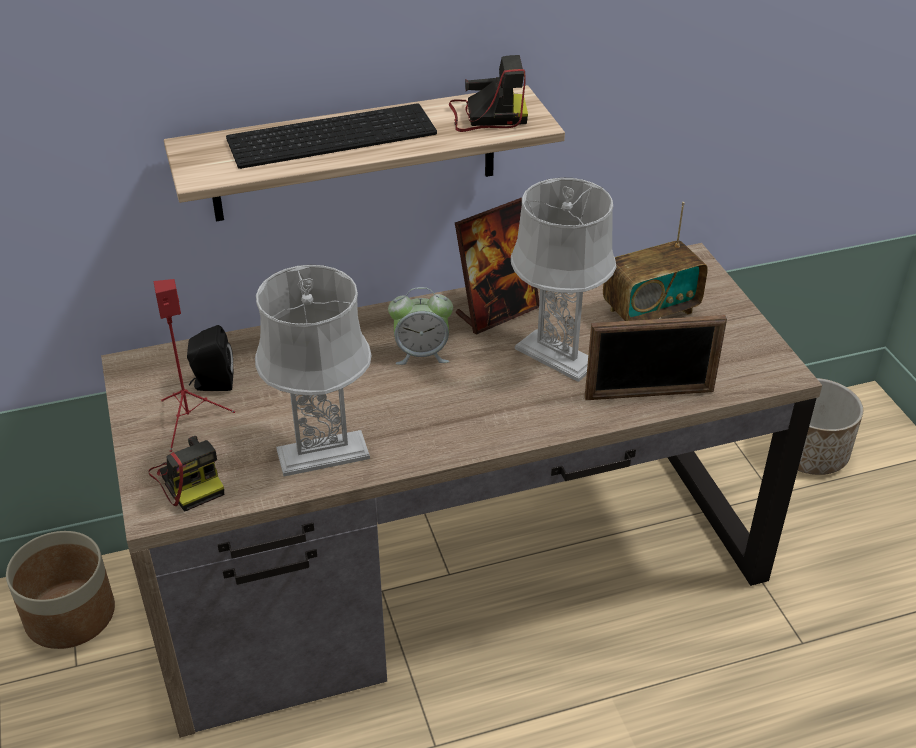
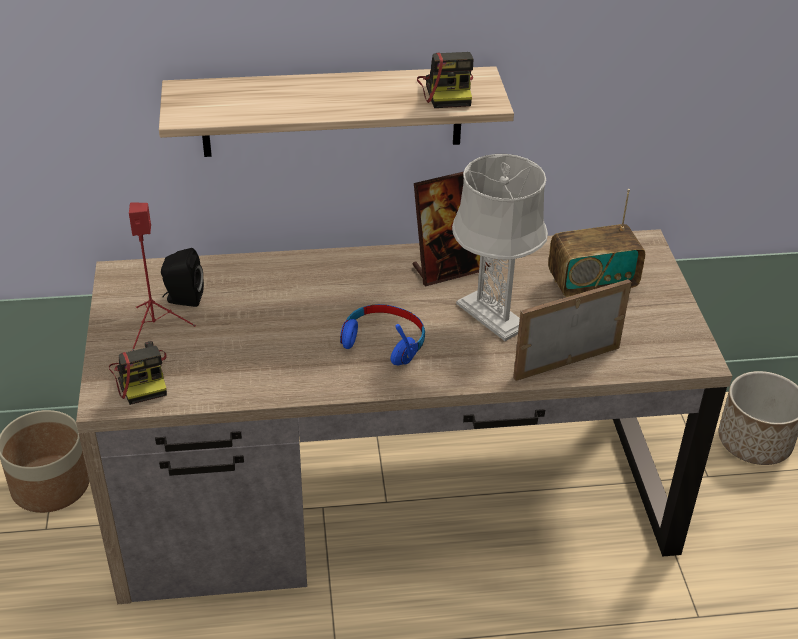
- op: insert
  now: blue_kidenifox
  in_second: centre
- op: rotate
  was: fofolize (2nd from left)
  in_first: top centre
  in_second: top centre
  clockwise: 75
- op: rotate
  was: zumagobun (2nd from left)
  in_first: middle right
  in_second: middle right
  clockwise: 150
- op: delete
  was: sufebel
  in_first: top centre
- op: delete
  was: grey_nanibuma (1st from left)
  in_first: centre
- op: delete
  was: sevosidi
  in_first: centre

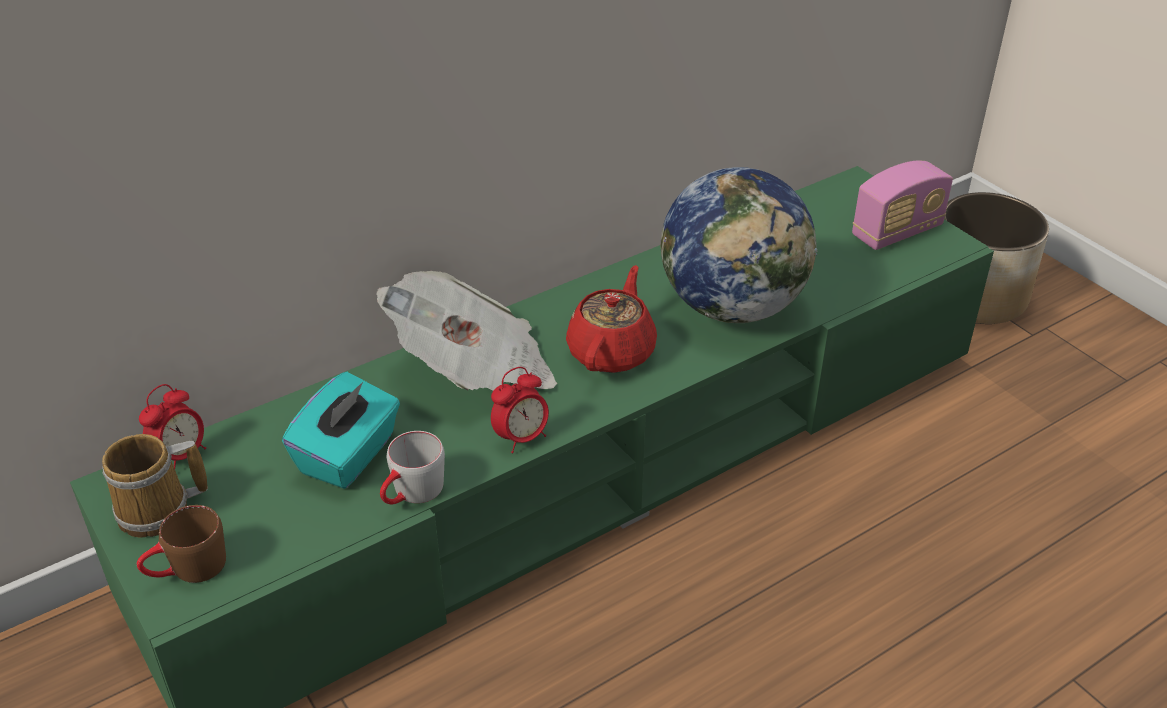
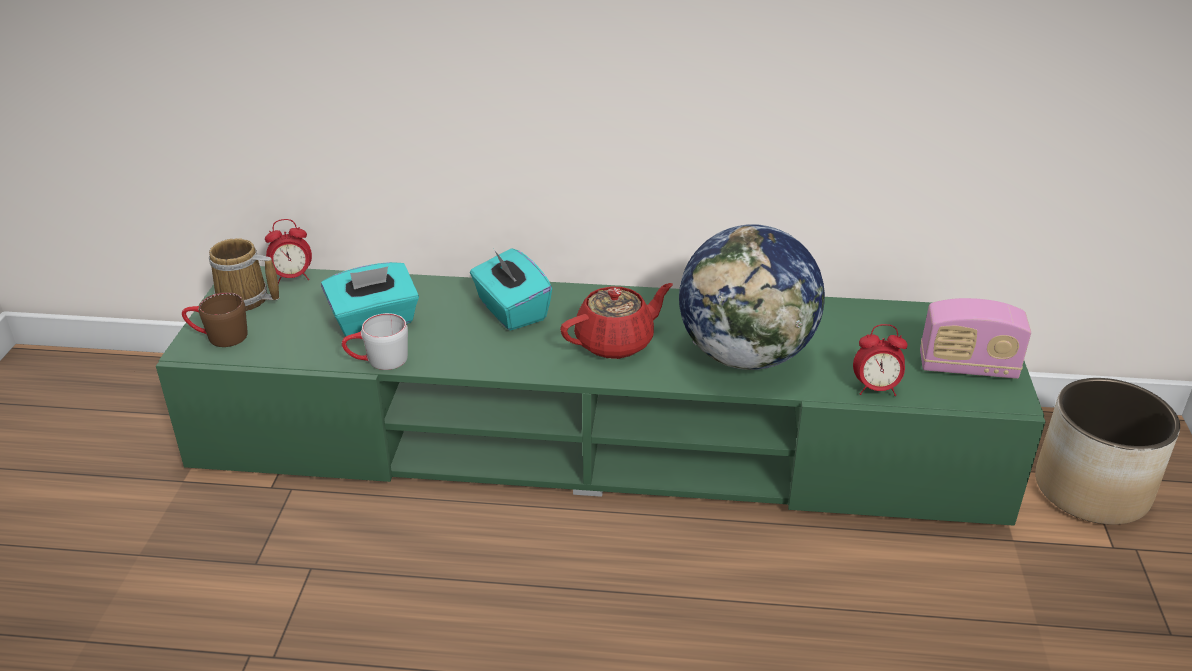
- op: replace
  was: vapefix
  now: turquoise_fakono (2nd from left)
  in_first: centre
  in_second: centre
- op: move
  was: sevosidi (2nd from left)
  in_first: centre
  in_second: middle right

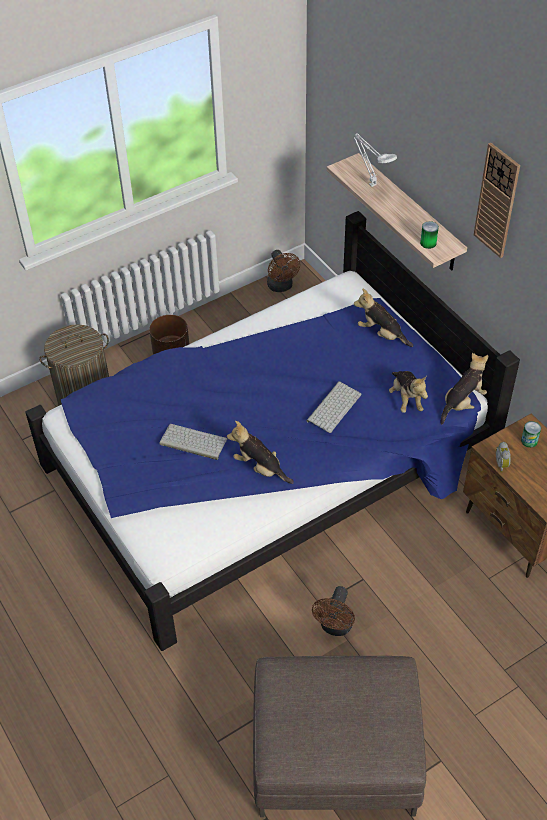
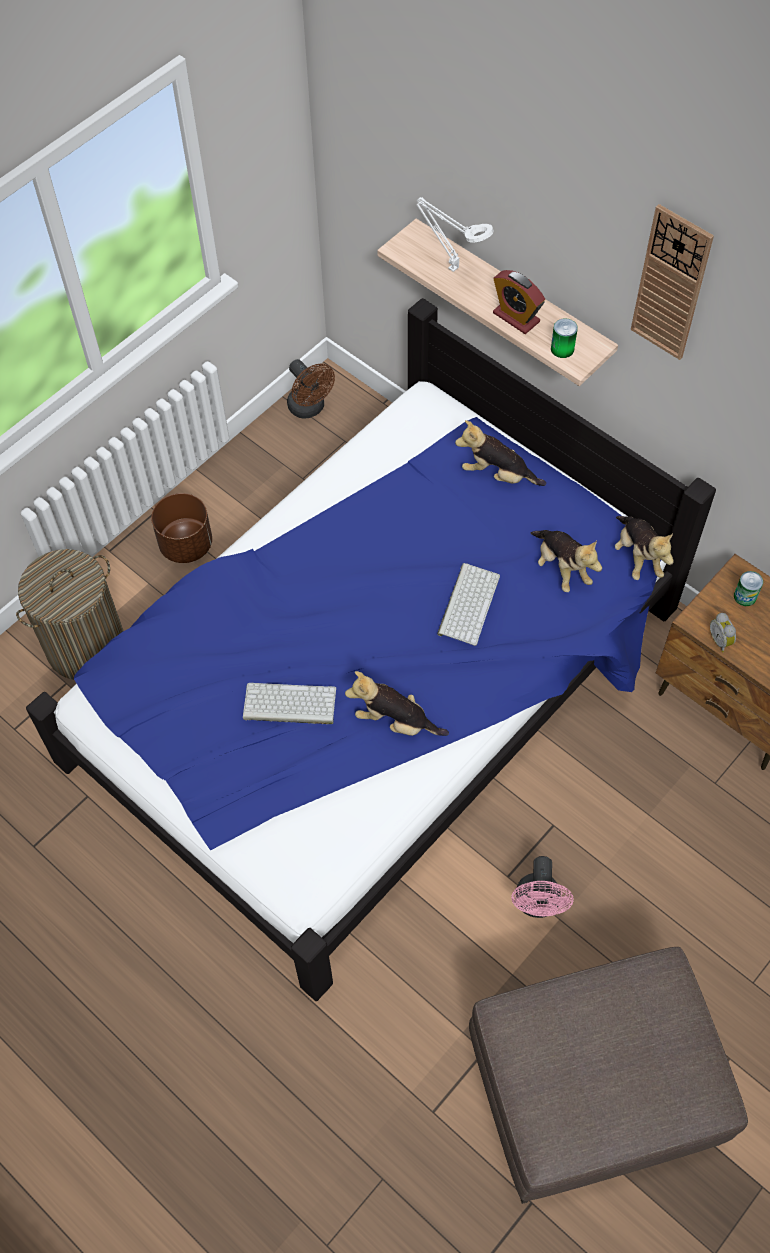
- op: insert
  now: sevosidi (1st from left)
  in_second: top right
- op: recolor
  was: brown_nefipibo (2nd from left)
  now: pink_nefipibo
  in_first: bottom centre
  in_second: bottom right
- op: rotate
  was: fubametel (4th from left)
  in_first: middle right
  in_second: middle right
  clockwise: 135

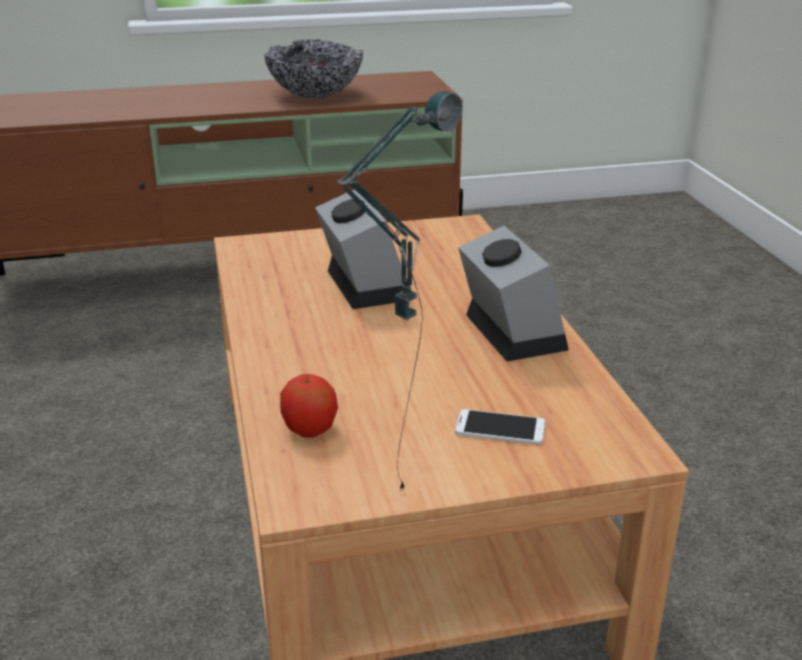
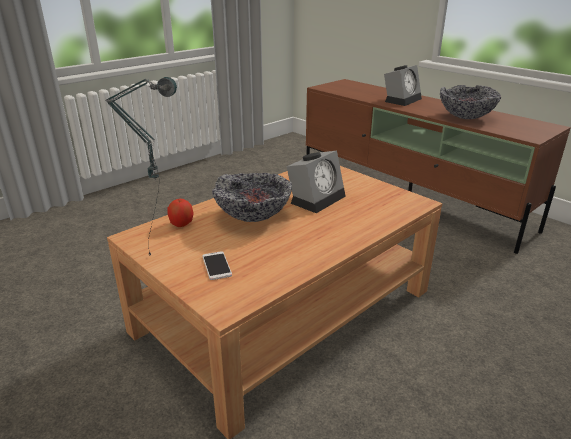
- op: insert
  now: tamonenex (1st from left)
  in_second: centre
- op: move
  was: sevosidi (2nd from left)
  in_first: centre
  in_second: top right

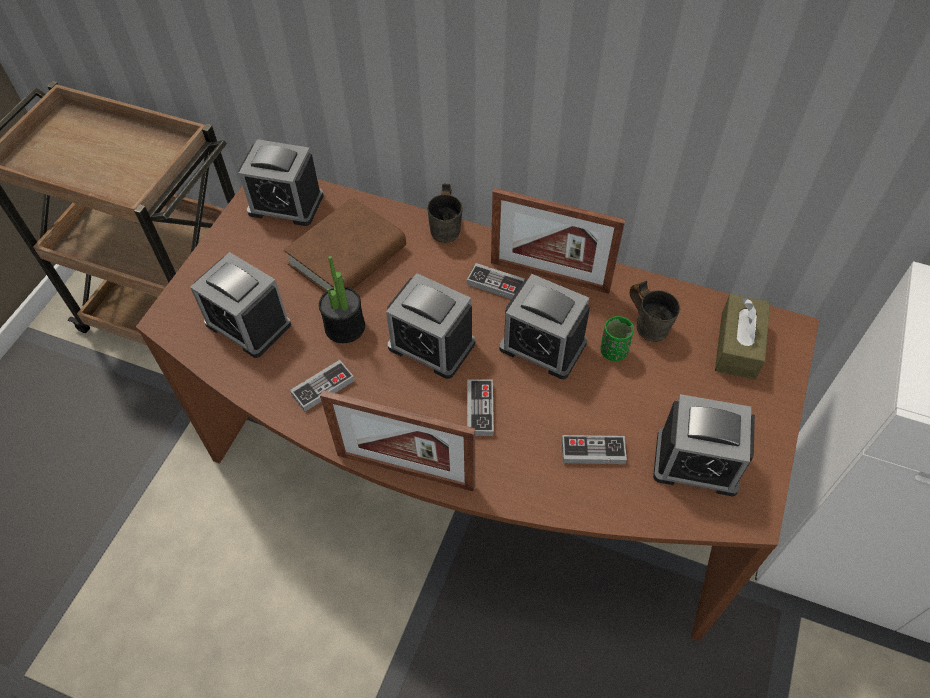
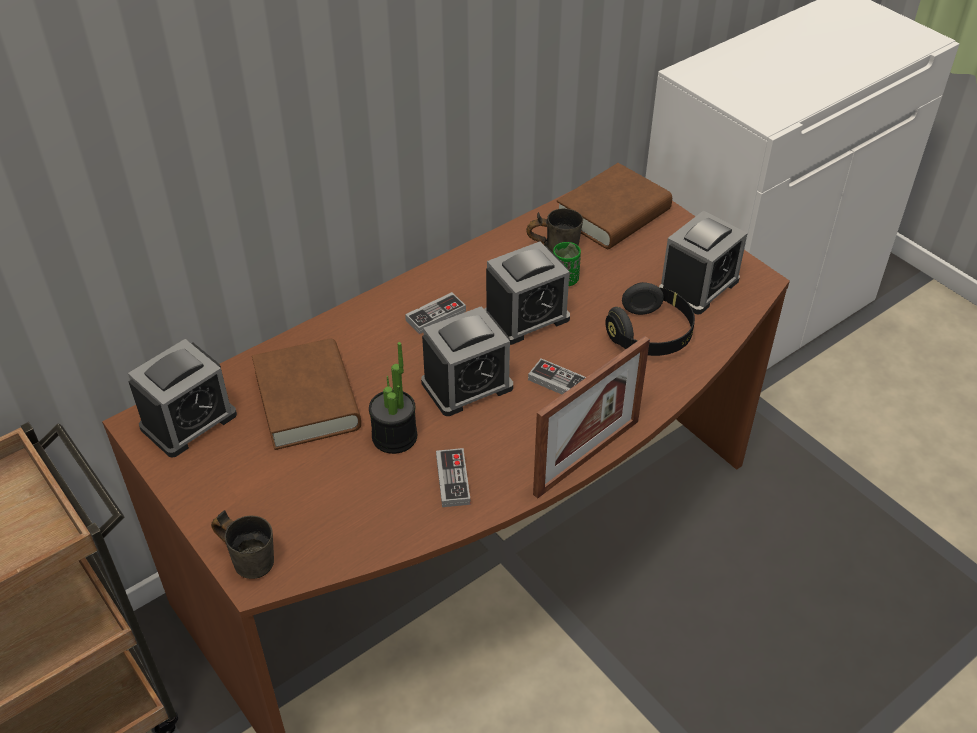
- op: move
  was: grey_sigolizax (1st from left)
  in_first: top centre
  in_second: bottom left
- op: replace
  was: brown_fakono
  now: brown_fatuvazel (2nd from left)
  in_first: middle right
  in_second: top centre
- op: replace
  was: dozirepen (4th from left)
  now: black_kidenifox
  in_first: centre
  in_second: centre
- op: delete
  was: sevosidi (1st from left)
  in_first: middle left
- op: delete
  was: zumagobun (2nd from left)
  in_first: centre

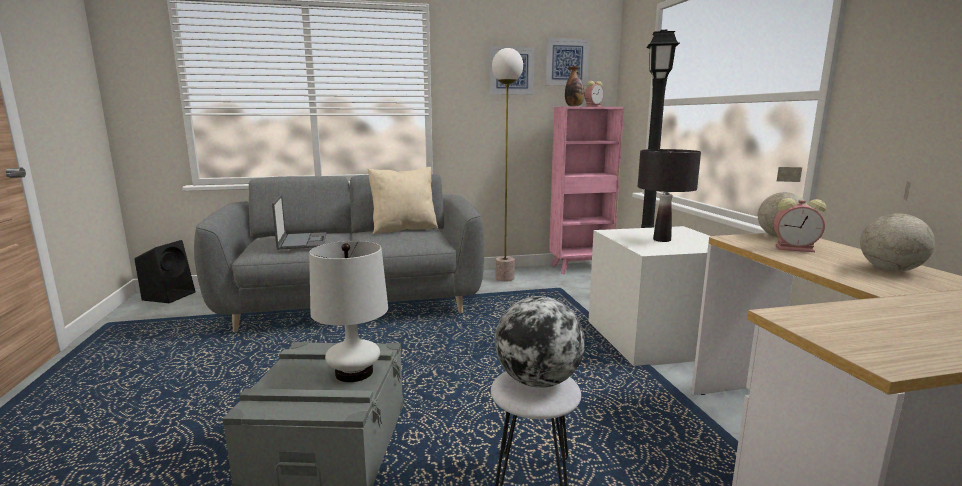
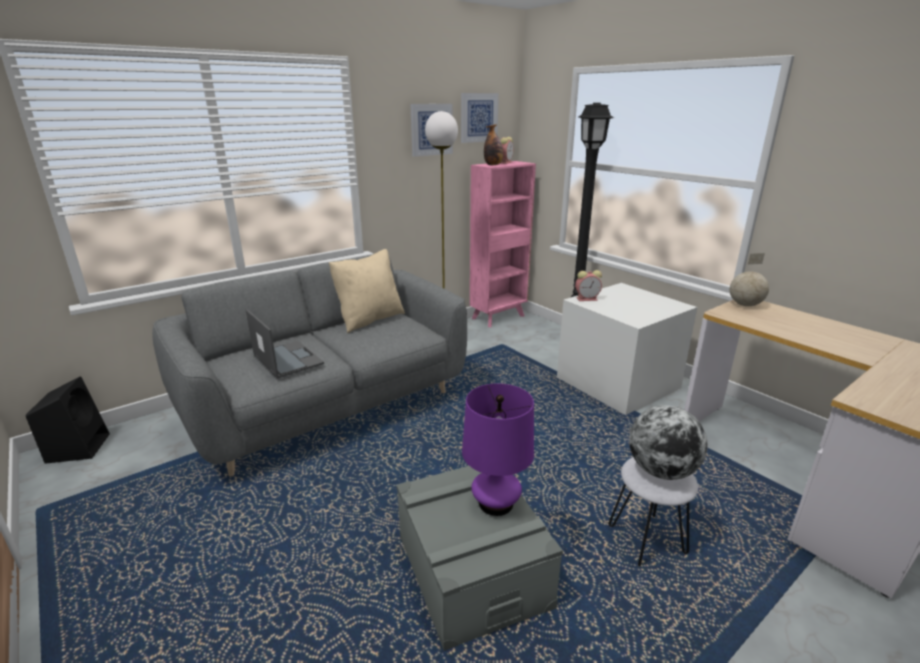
- op: recolor
  was: white_nanibuma
  now: purple_nanibuma
  in_first: centre
  in_second: bottom centre
- op: move
  was: sevosidi (2nd from left)
  in_first: middle right
  in_second: centre
- op: delete
  was: black_nanibuma
  in_first: middle right
- op: delete
  was: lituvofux (3rd from left)
  in_first: middle right

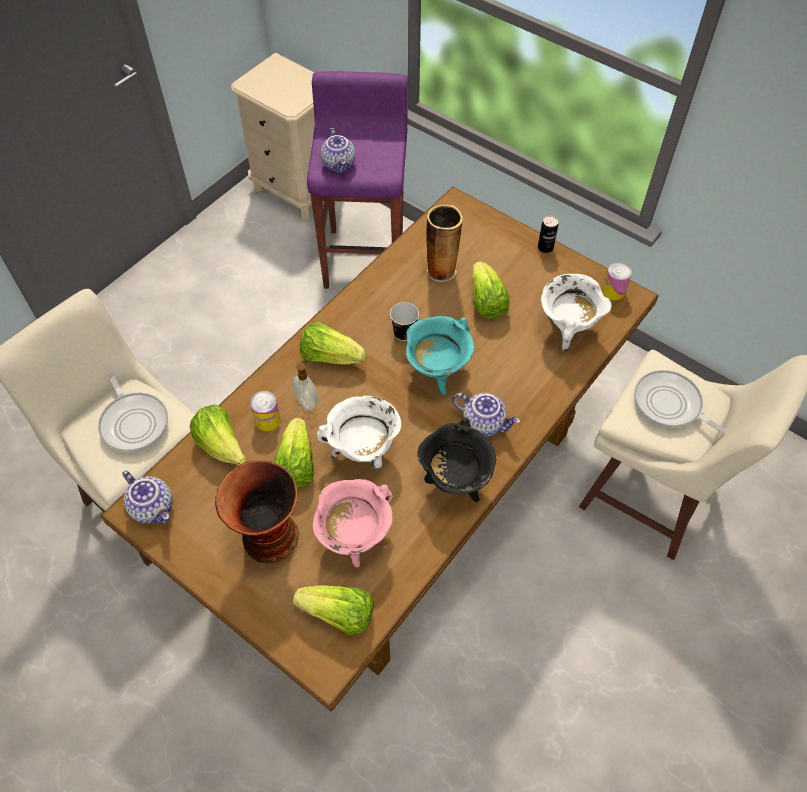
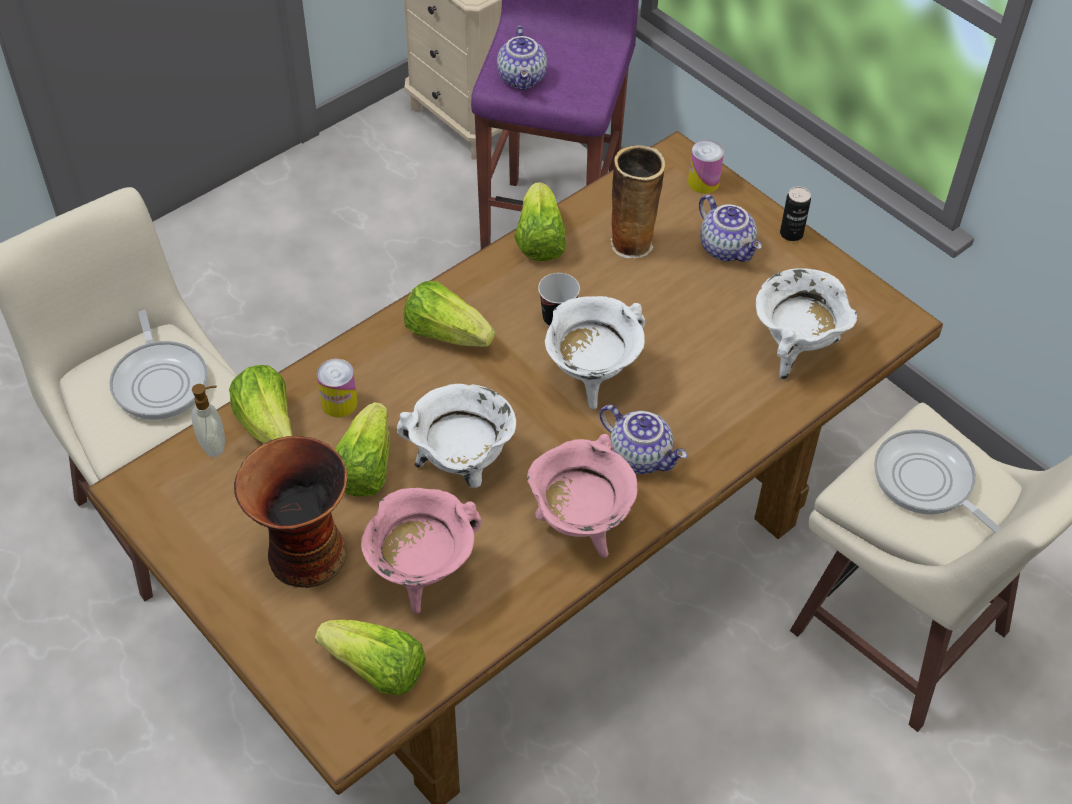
- op: move
  was: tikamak
  in_first: centre
  in_second: middle left
- op: move
  was: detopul (5th from left)
  in_first: centre
  in_second: top centre
- op: recolor
  was: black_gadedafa
  now: pink_gadedafa (2nd from left)
  in_first: centre
  in_second: centre
- op: recolor
  was: turquoise_gadedafa
  now: white_gadedafa (2nd from left)
  in_first: centre
  in_second: centre
- op: move
  was: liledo (3rd from left in the first image)
  now: liledo (2nd from left)
  in_first: middle right
  in_second: top centre
- op: move
  was: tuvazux (1st from left in the first image)
  now: tuvazux (3rd from left)
  in_first: middle left
  in_second: top right

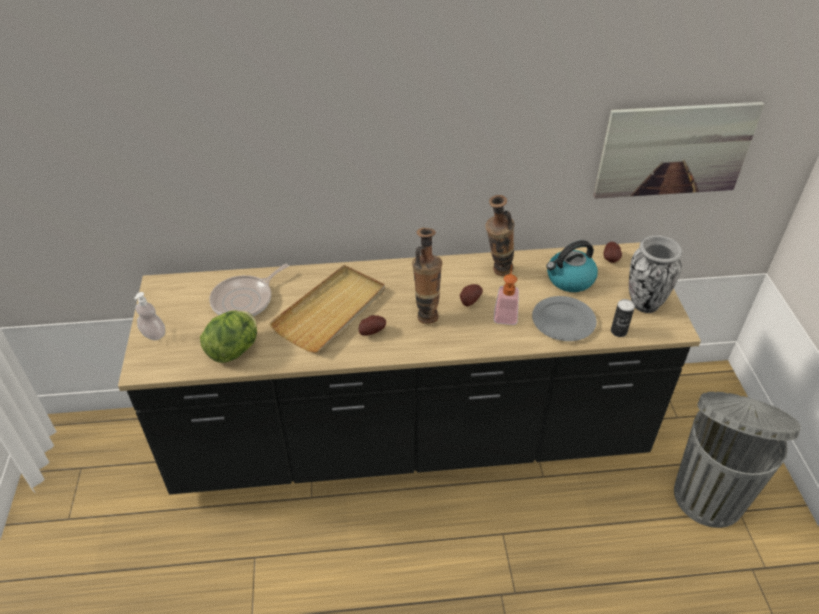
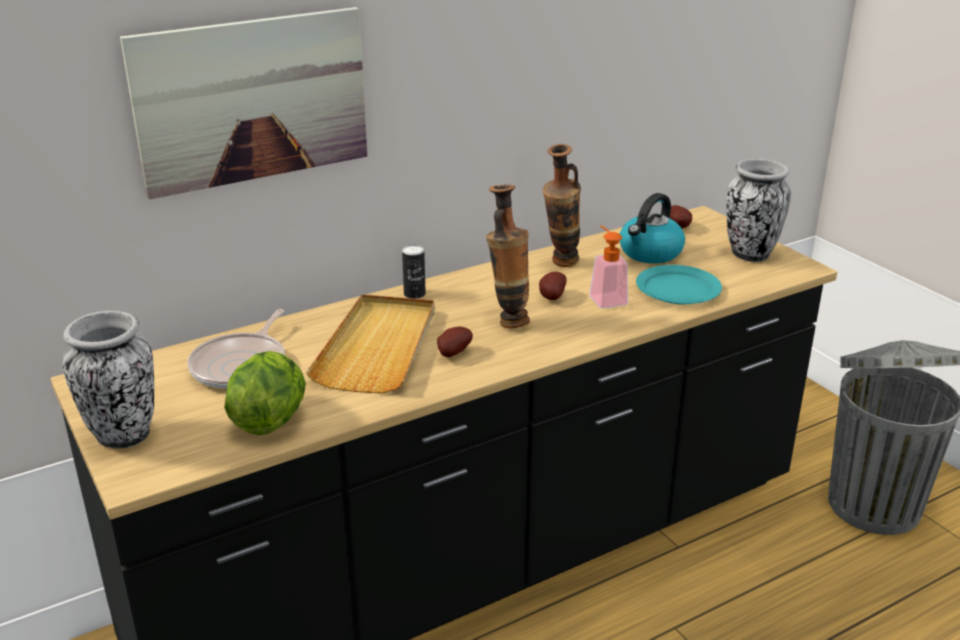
- op: replace
  was: tikamak (1st from left)
  now: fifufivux (1st from left)
  in_first: middle left
  in_second: middle left
- op: move
  was: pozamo
  in_first: top right
  in_second: top left
- op: move
  was: liledo
  in_first: middle right
  in_second: centre
- op: recolor
  was: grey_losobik
  now: turquoise_losobik
  in_first: middle right
  in_second: middle right

